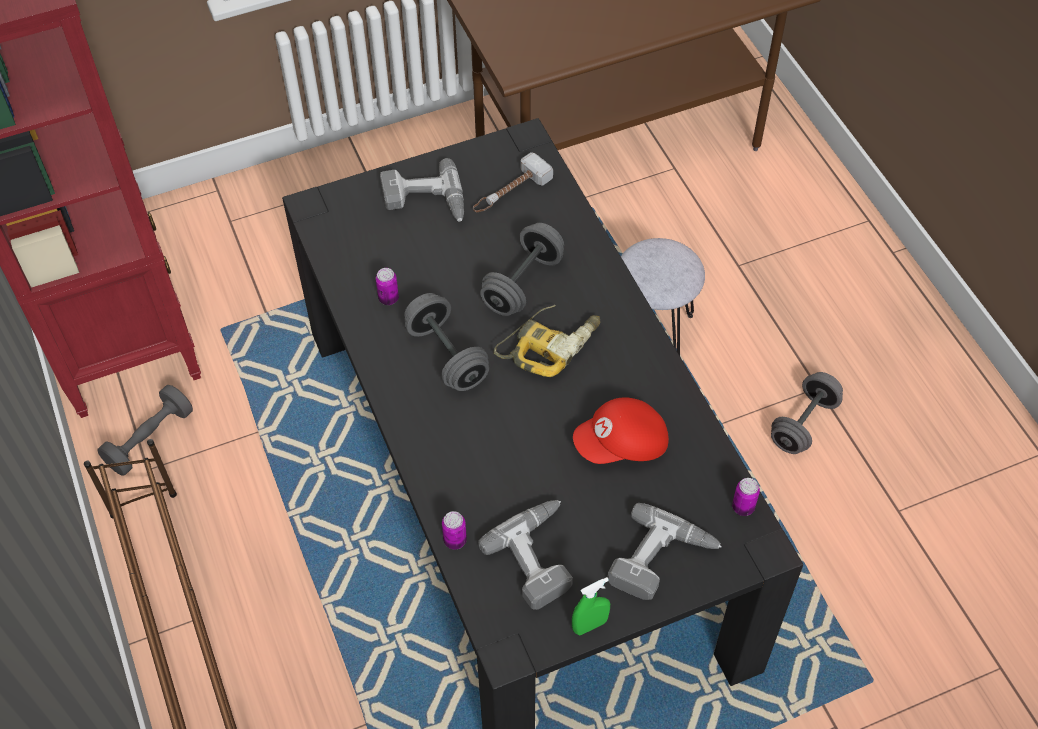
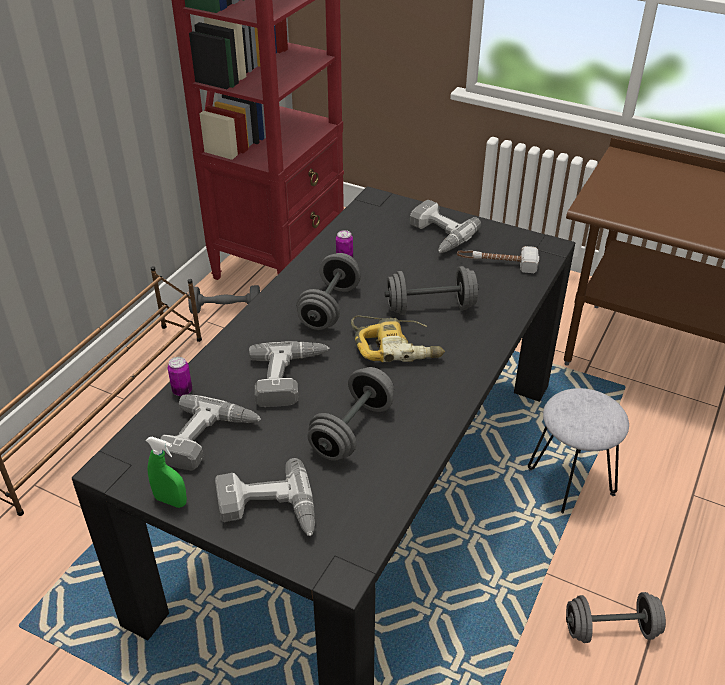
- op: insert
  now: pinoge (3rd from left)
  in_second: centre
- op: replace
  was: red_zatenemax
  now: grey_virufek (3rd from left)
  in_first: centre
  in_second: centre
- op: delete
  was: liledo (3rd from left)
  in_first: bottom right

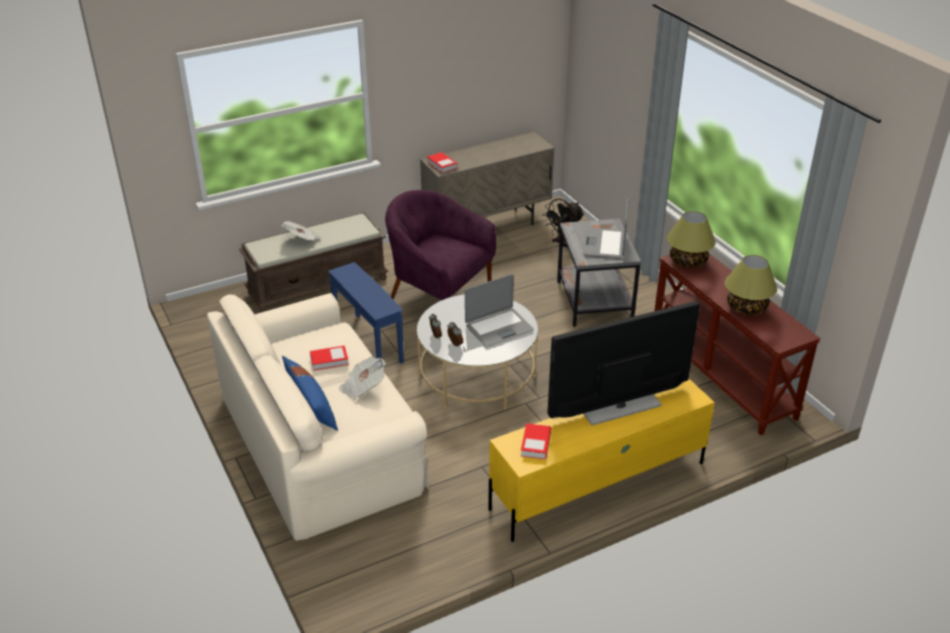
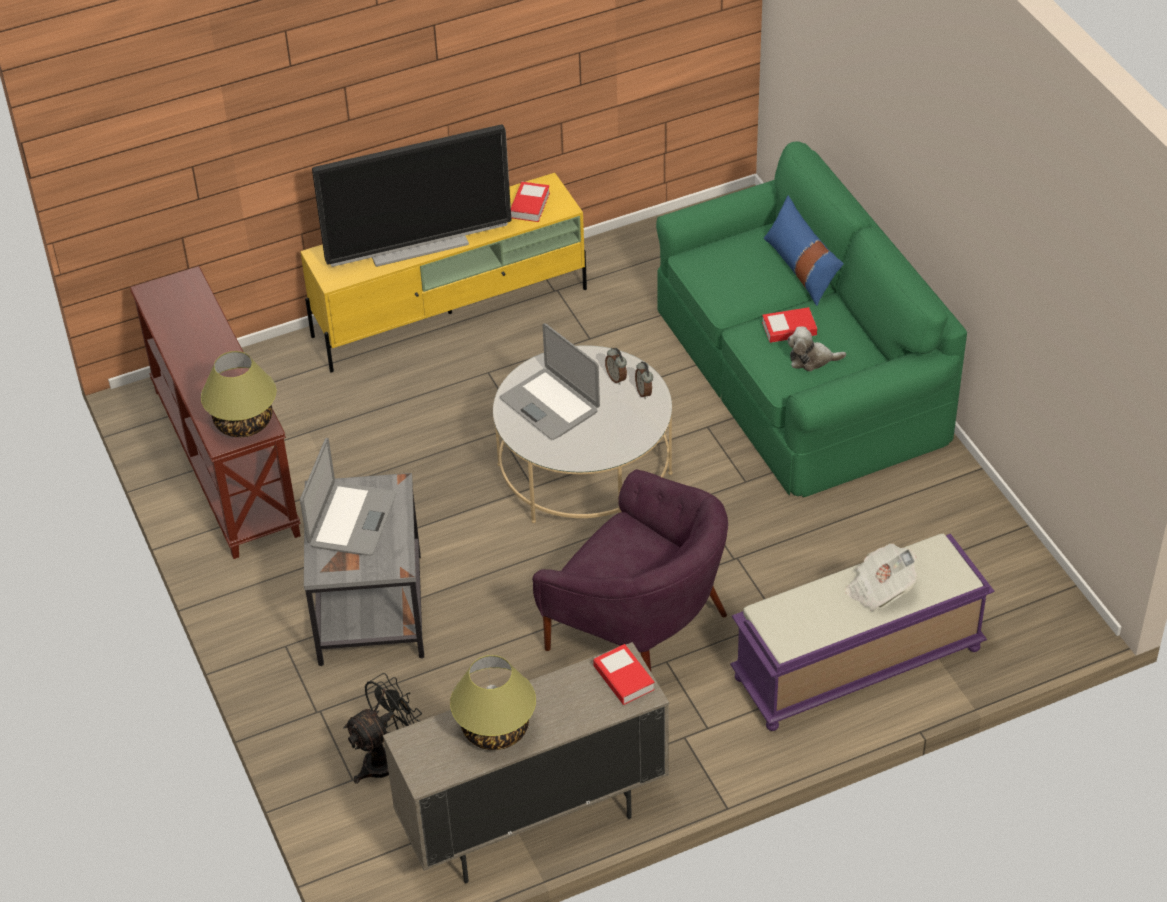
- op: move
  was: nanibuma (2nd from left)
  in_first: middle right
  in_second: bottom centre
- op: rotate
  was: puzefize (1st from left in the first image)
  in_first: centre
  in_second: centre
  clockwise: -105
- op: recolor
  was: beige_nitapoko
  now: green_nitapoko
  in_first: centre
  in_second: middle right
- op: recolor
  was: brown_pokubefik
  now: purple_pokubefik
  in_first: middle left
  in_second: bottom right
- op: insert
  now: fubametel
  in_second: middle right
- op: delete
  was: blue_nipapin
  in_first: centre
- op: delete
  was: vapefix (2nd from left)
  in_first: centre

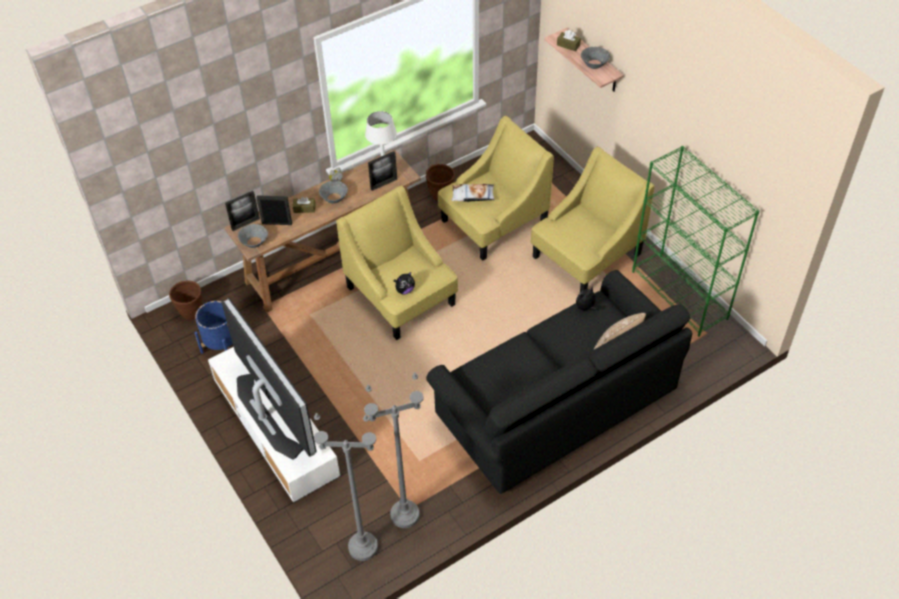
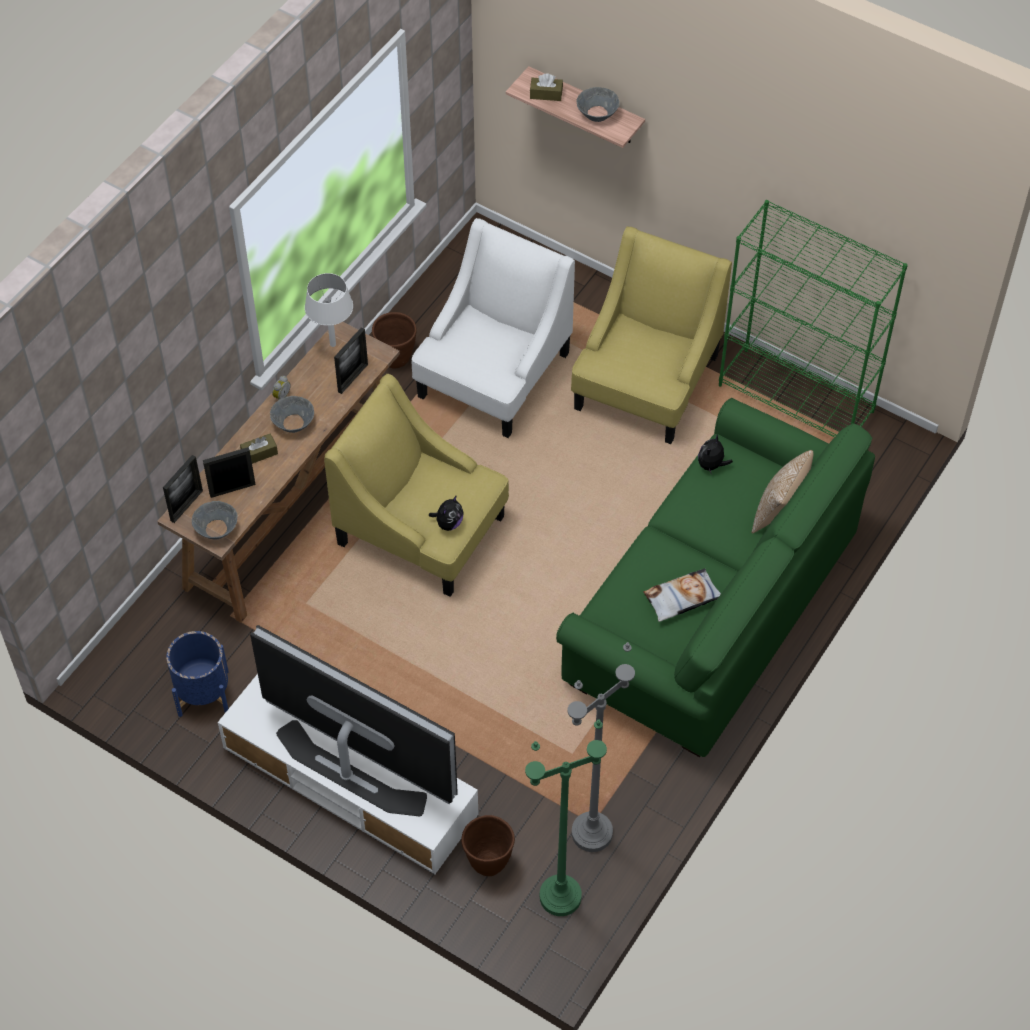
- op: recolor
  was: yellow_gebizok (2nd from left)
  now: white_gebizok
  in_first: top centre
  in_second: top centre
- op: move
  was: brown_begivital (1st from left in the first image)
  now: brown_begivital (2nd from left)
  in_first: middle left
  in_second: bottom centre
- op: recolor
  was: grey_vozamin (1st from left)
  now: green_vozamin
  in_first: bottom centre
  in_second: bottom centre
- op: recolor
  was: black_nitapoko
  now: green_nitapoko
  in_first: centre
  in_second: middle right
- op: move
  was: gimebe (1st from left)
  in_first: top centre
  in_second: centre

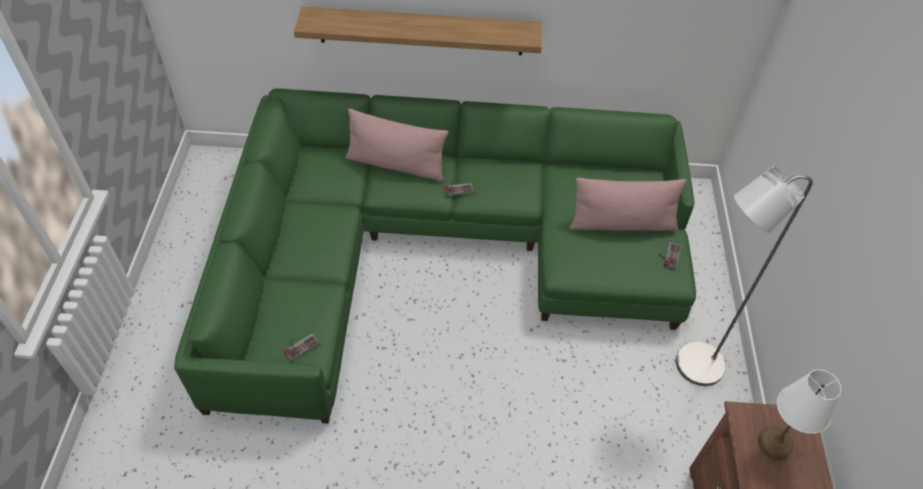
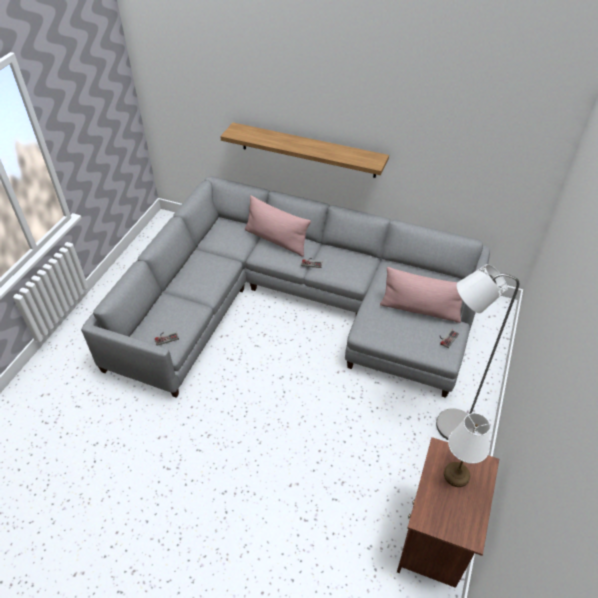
- op: recolor
  was: green_nitapoko
  now: grey_nitapoko
  in_first: centre
  in_second: centre

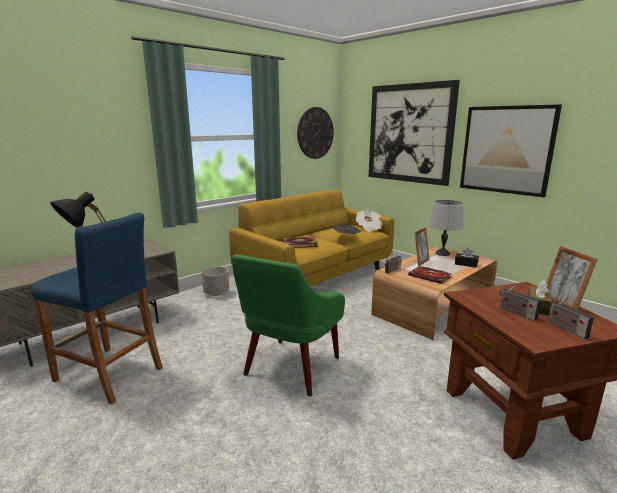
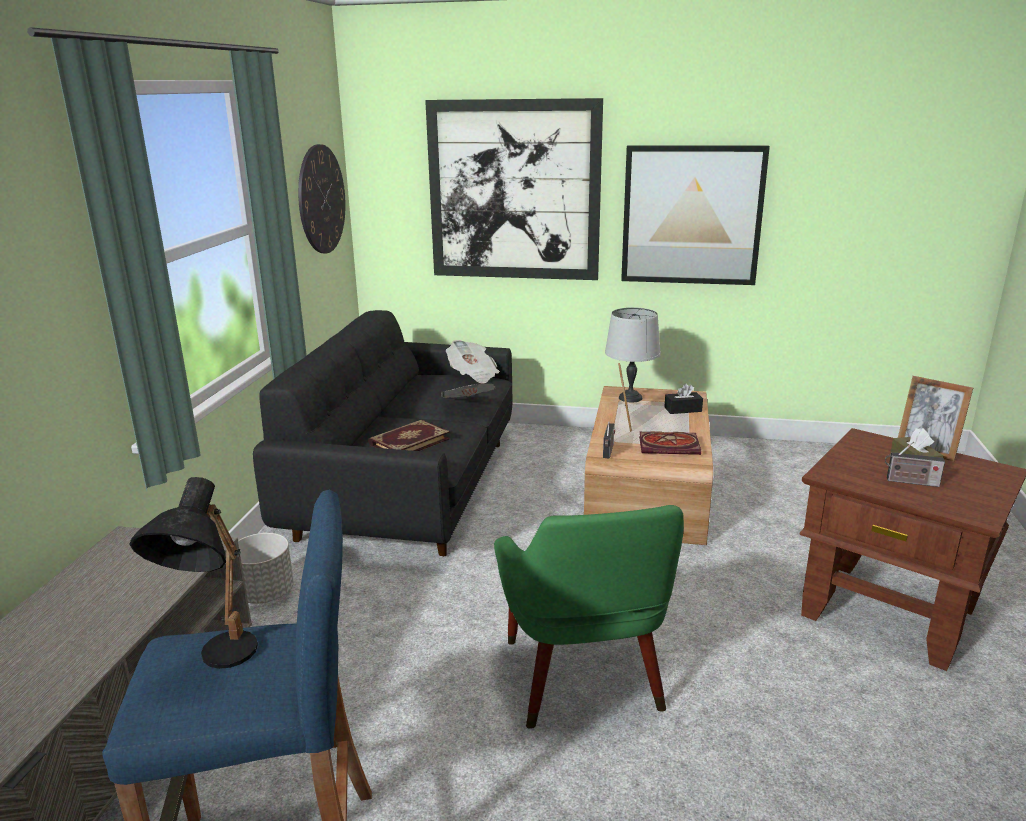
- op: recolor
  was: yellow_nitapoko
  now: black_nitapoko
  in_first: centre
  in_second: centre
- op: delete
  was: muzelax (3rd from left)
  in_first: middle right

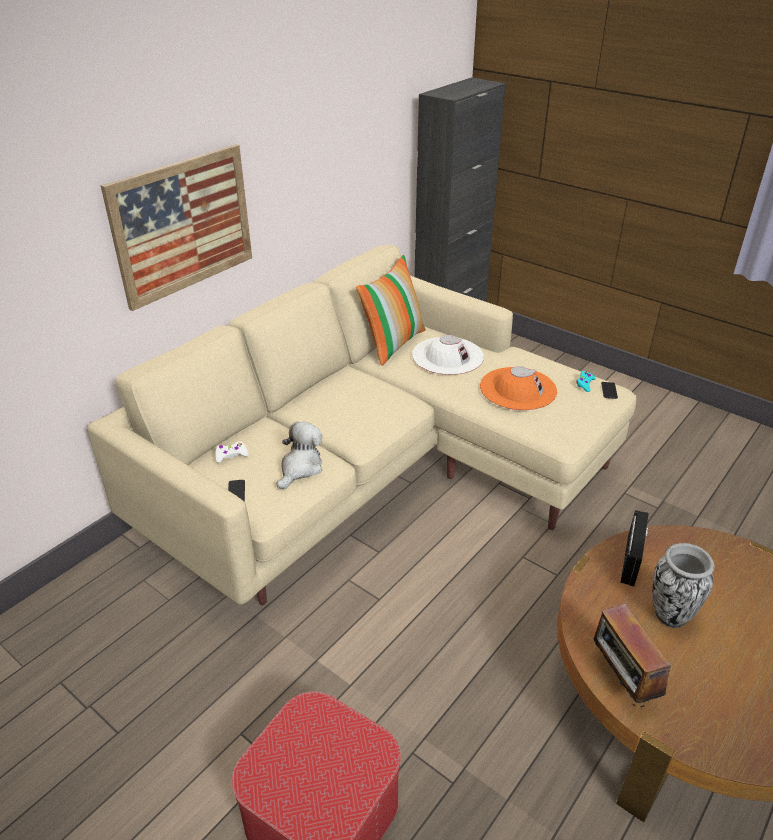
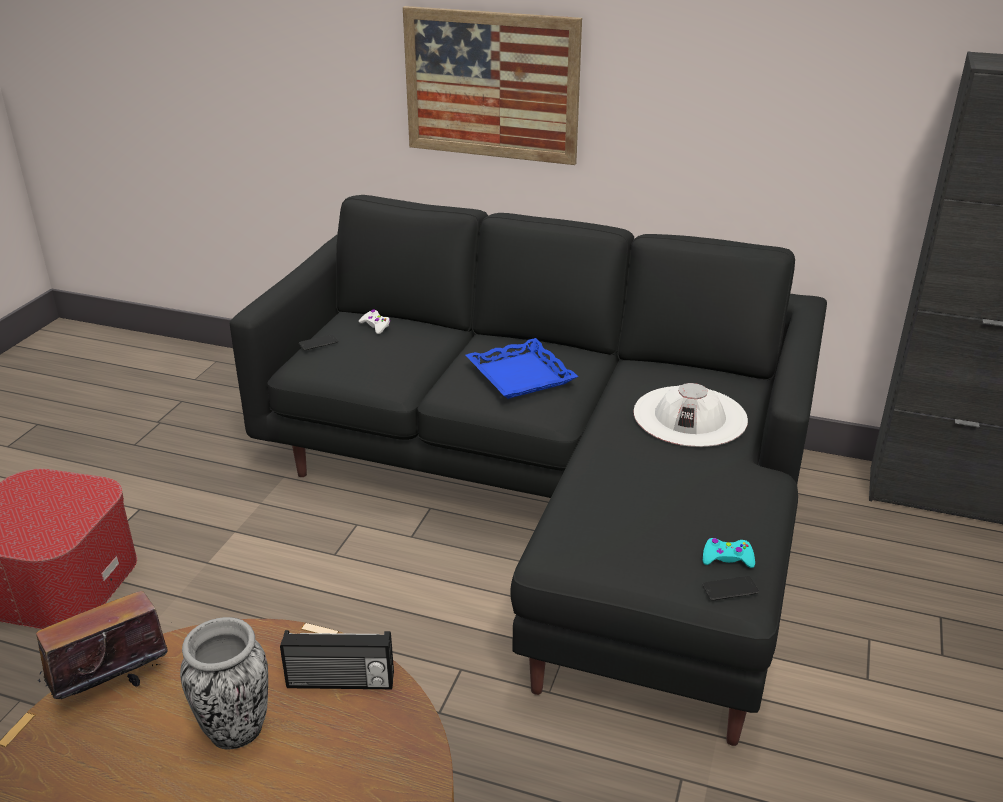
- op: recolor
  was: beige_nitapoko
  now: black_nitapoko
  in_first: centre
  in_second: centre
- op: insert
  now: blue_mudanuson
  in_second: centre
- op: delete
  was: fubametel
  in_first: centre
- op: delete
  was: gimebe
  in_first: centre
- op: delete
  was: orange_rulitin
  in_first: middle right

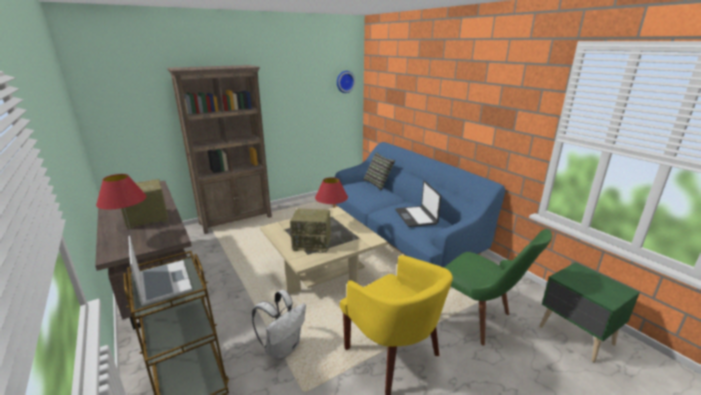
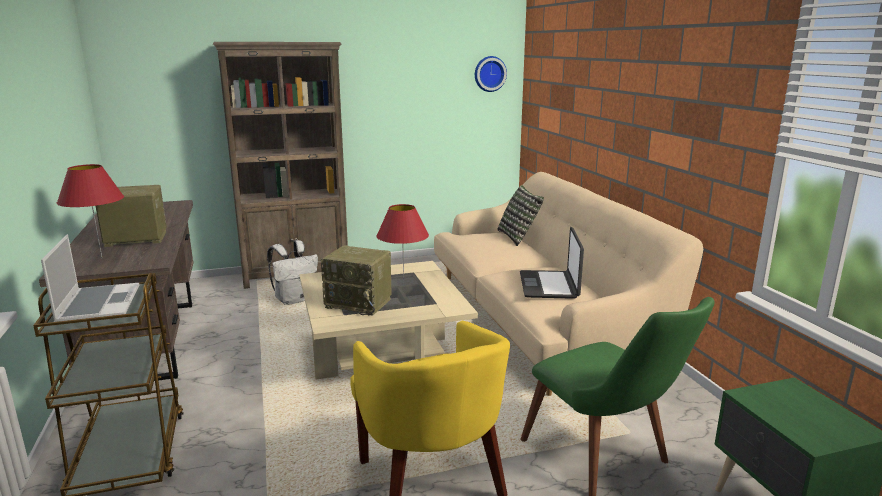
- op: move
  was: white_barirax
  in_first: bottom centre
  in_second: middle left
- op: recolor
  was: blue_nitapoko
  now: beige_nitapoko
  in_first: centre
  in_second: centre

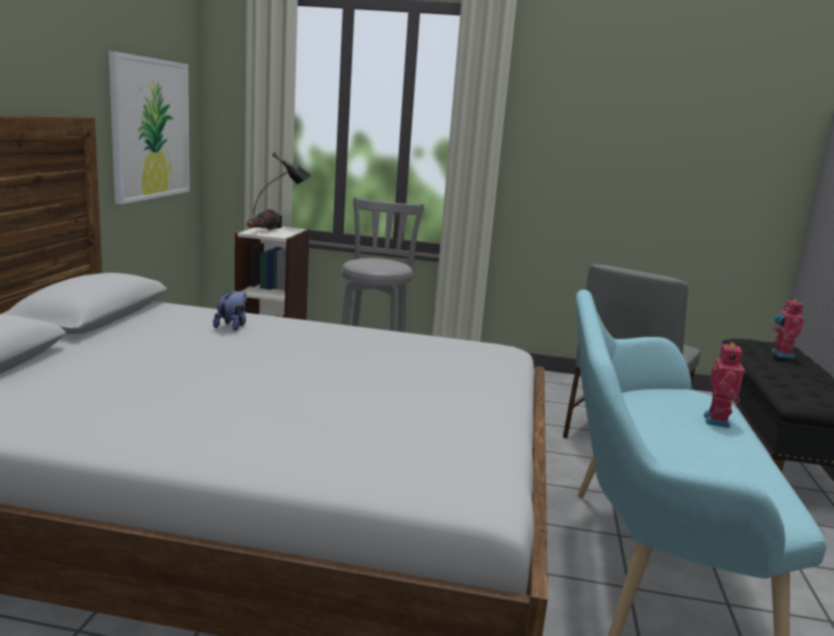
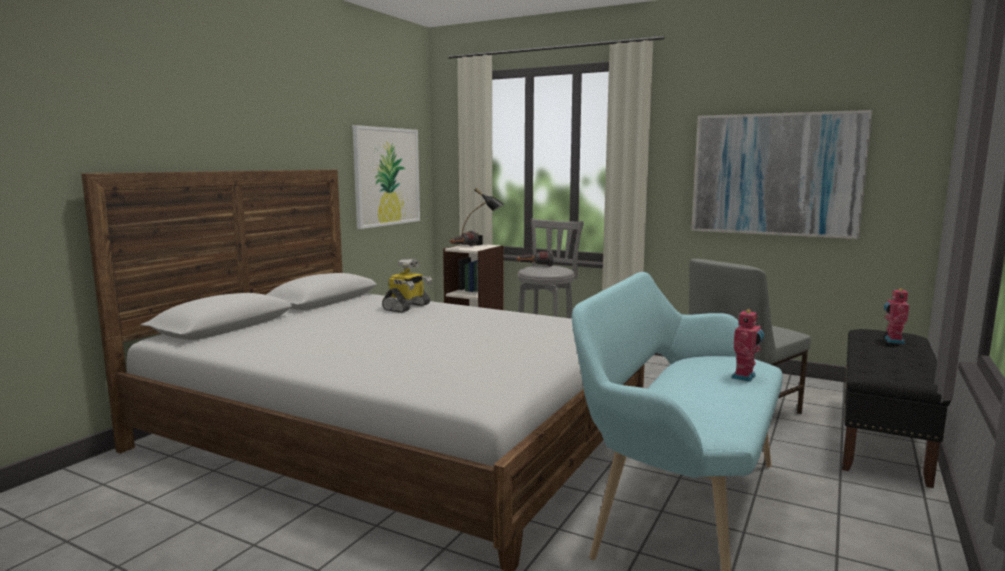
- op: replace
  was: fubametel
  now: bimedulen (1st from left)
  in_first: middle left
  in_second: centre
- op: insert
  now: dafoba (2nd from left)
  in_second: centre
- op: insert
  now: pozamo (2nd from left)
  in_second: top right

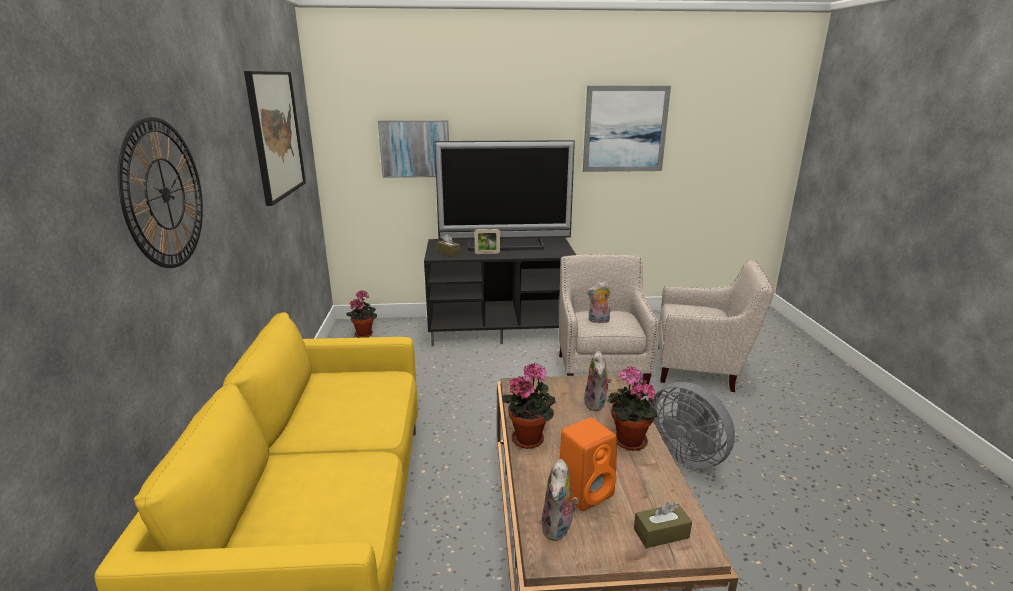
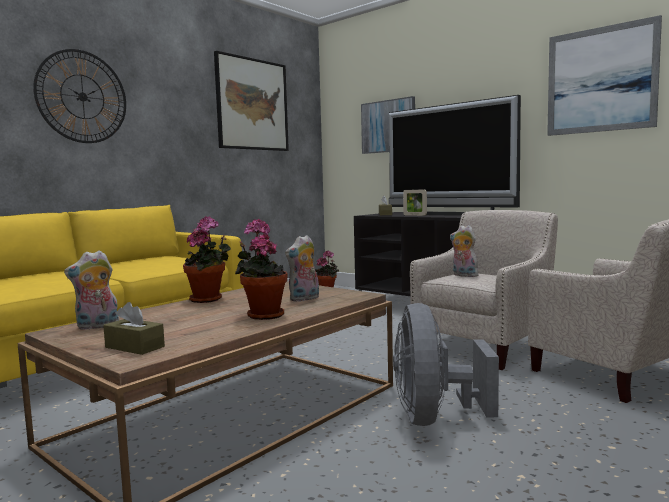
- op: delete
  was: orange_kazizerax
  in_first: bottom centre

